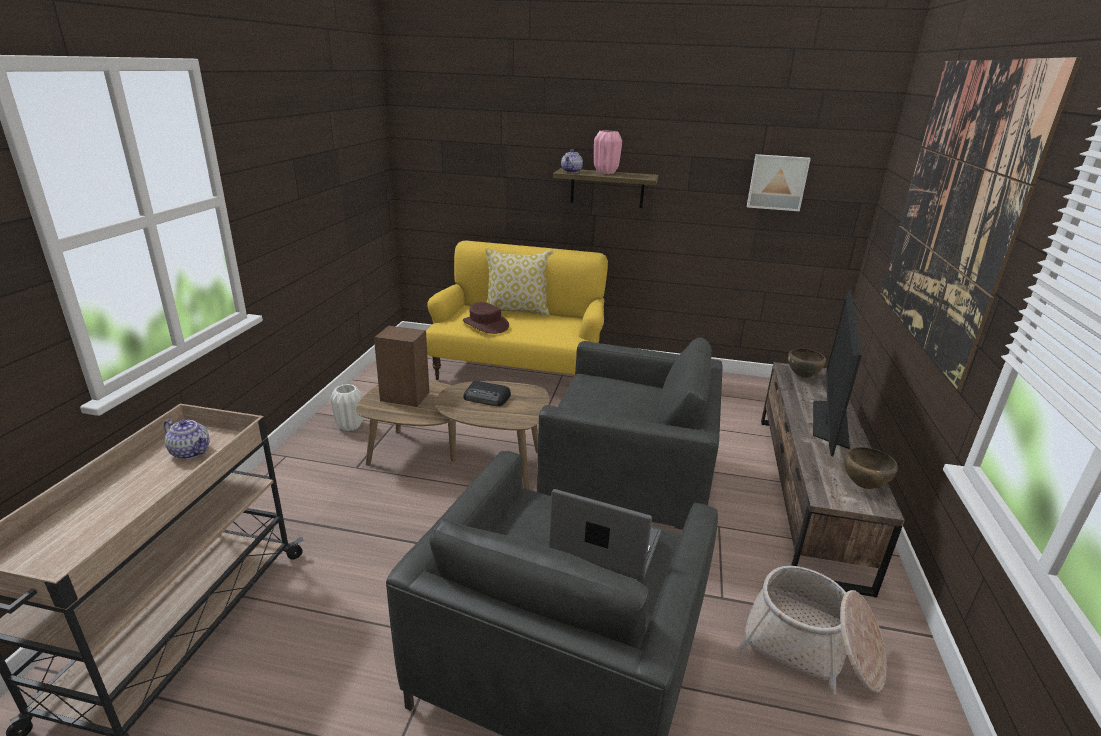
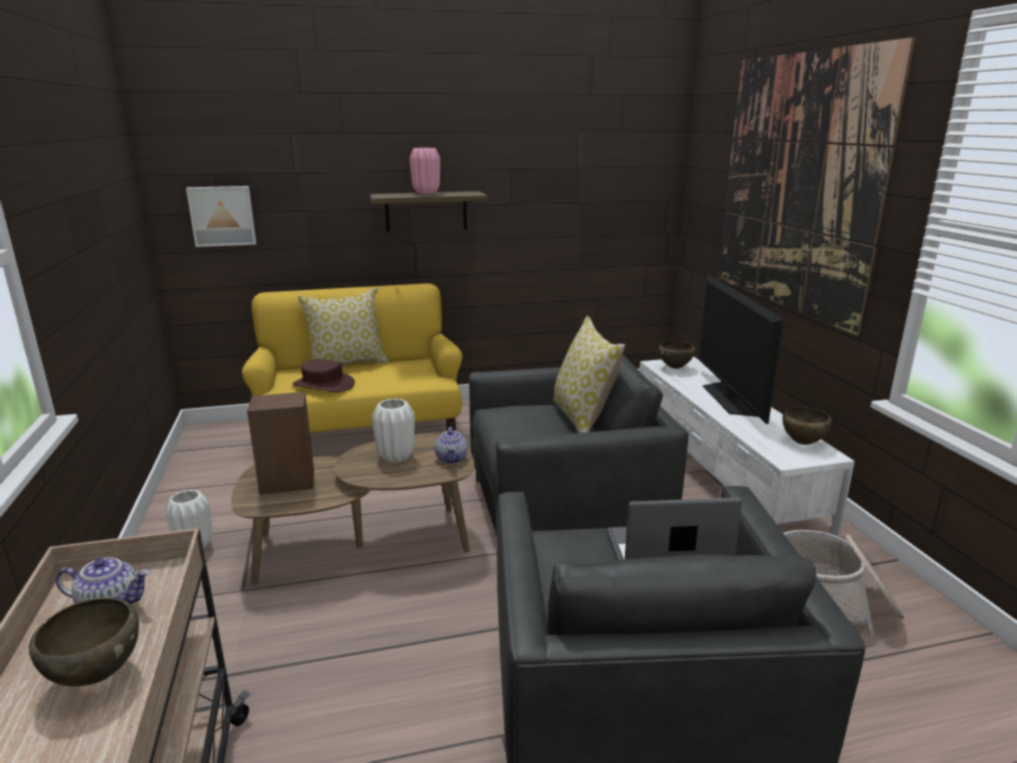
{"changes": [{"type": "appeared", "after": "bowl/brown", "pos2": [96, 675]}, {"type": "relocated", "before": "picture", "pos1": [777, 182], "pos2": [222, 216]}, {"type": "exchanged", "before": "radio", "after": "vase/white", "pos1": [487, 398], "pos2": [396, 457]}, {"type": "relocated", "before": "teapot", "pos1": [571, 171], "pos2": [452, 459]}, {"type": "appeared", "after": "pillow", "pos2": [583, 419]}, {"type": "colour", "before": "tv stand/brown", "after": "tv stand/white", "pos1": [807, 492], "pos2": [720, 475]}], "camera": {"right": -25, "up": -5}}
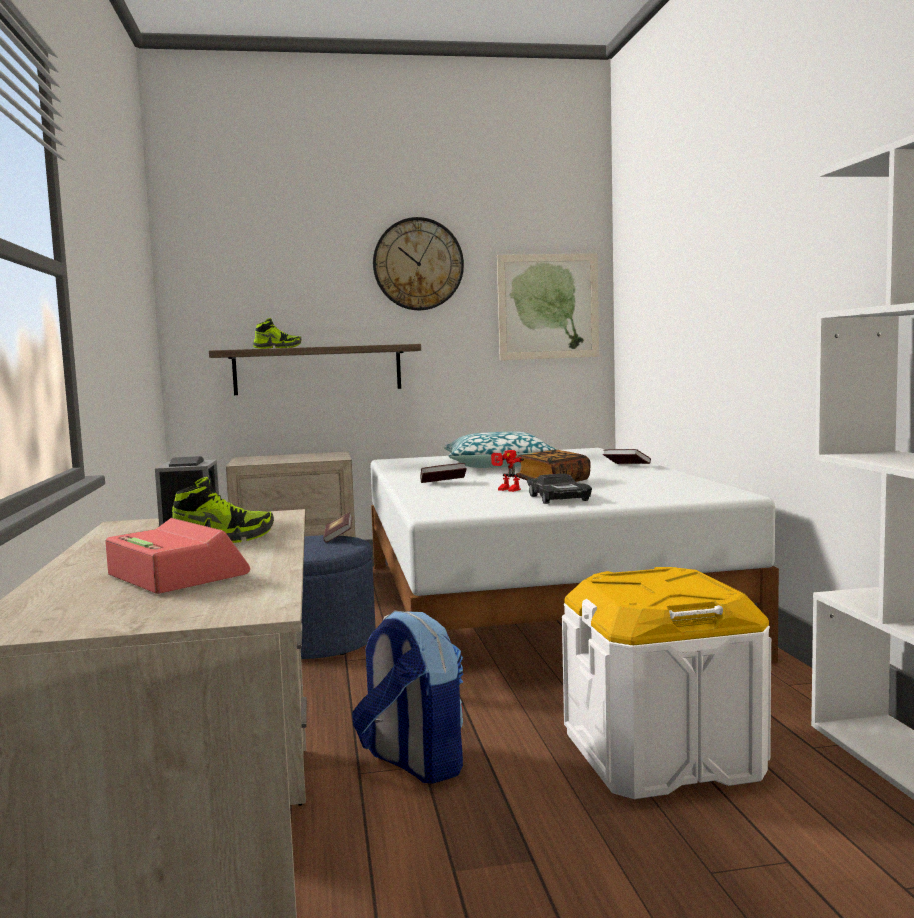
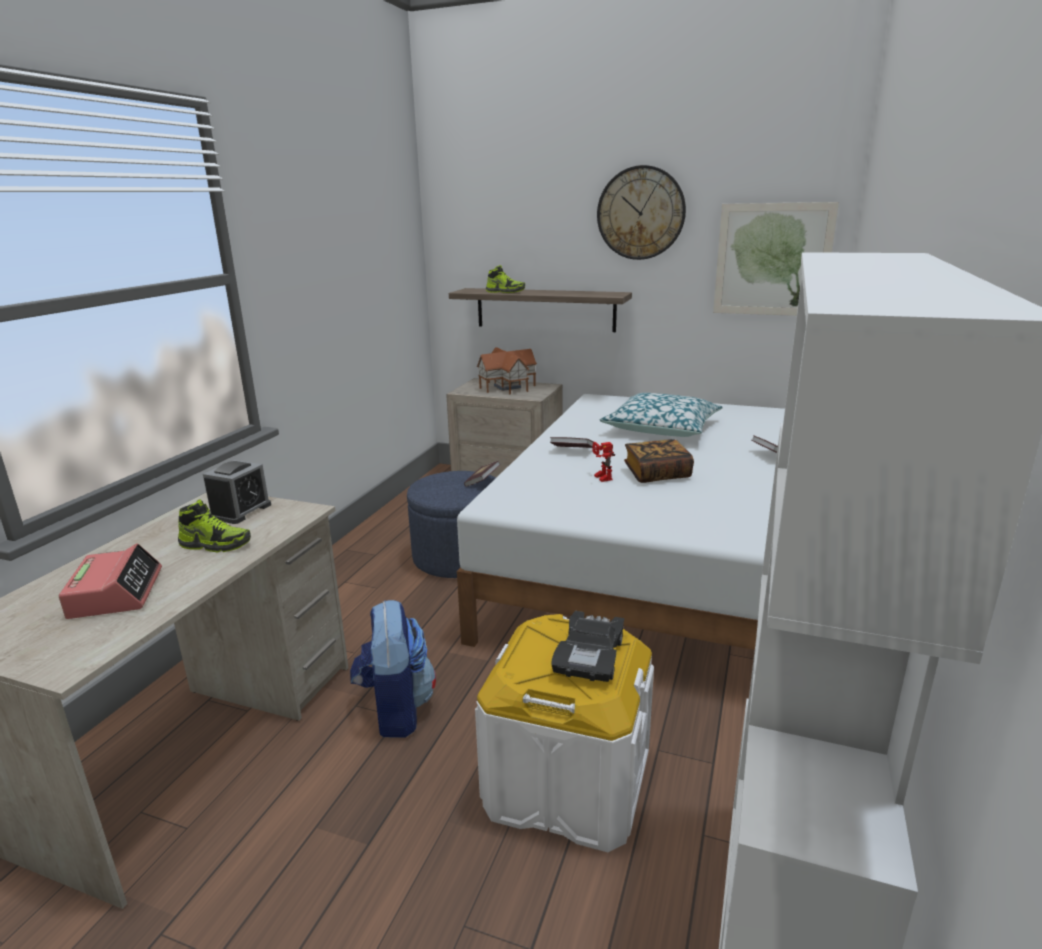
{"changes": [{"type": "appeared", "after": "toy house", "pos2": [506, 387]}, {"type": "relocated", "before": "toy car/black", "pos1": [558, 498], "pos2": [590, 656]}], "camera": {"right": 30, "up": 15}}
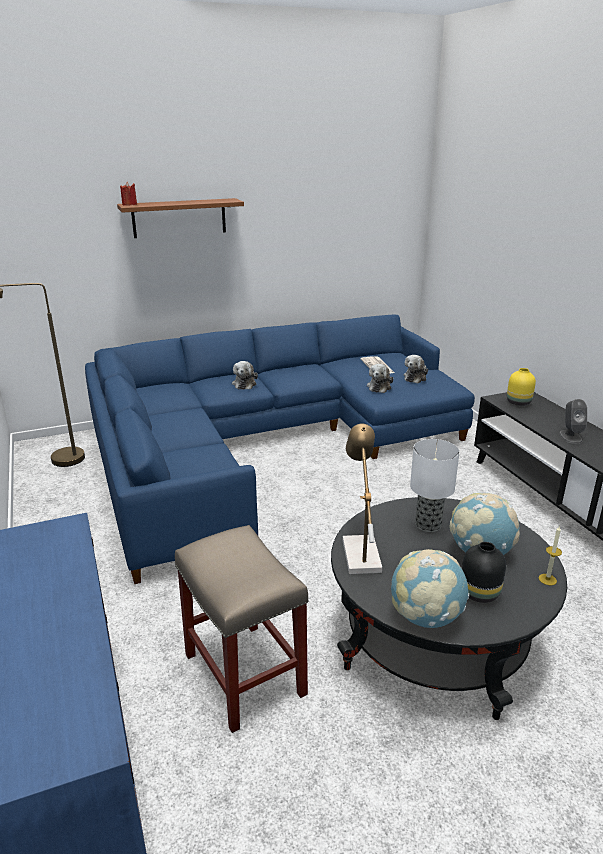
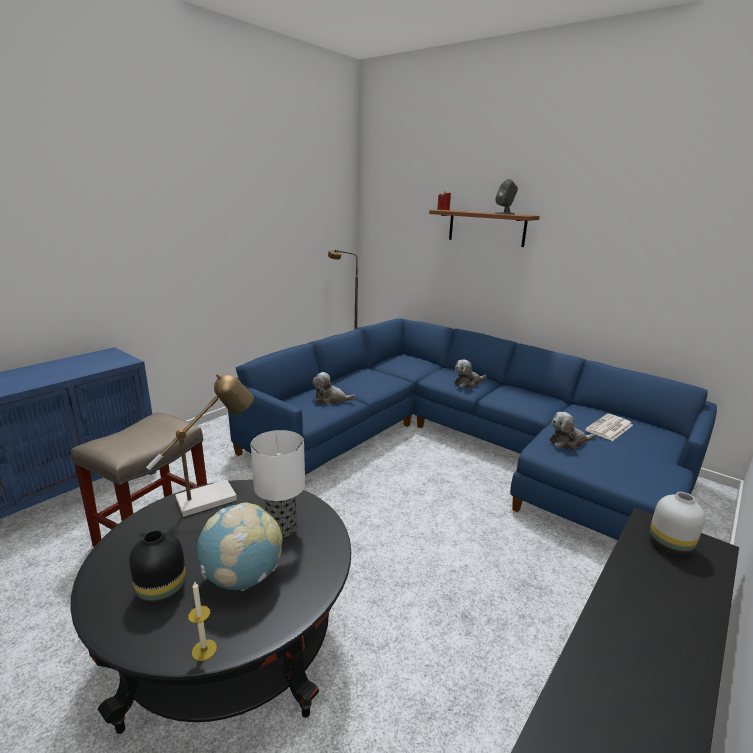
{"changes": [{"type": "relocated", "before": "plush toy", "pos1": [416, 377], "pos2": [330, 399]}, {"type": "relocated", "before": "speaker/grey", "pos1": [570, 437], "pos2": [504, 213]}, {"type": "colour", "before": "vase/yellow", "after": "vase/white", "pos1": [519, 403], "pos2": [669, 545]}, {"type": "missing", "before": "globe", "pos1": [425, 617]}], "camera": {"right": 60, "up": -5}}
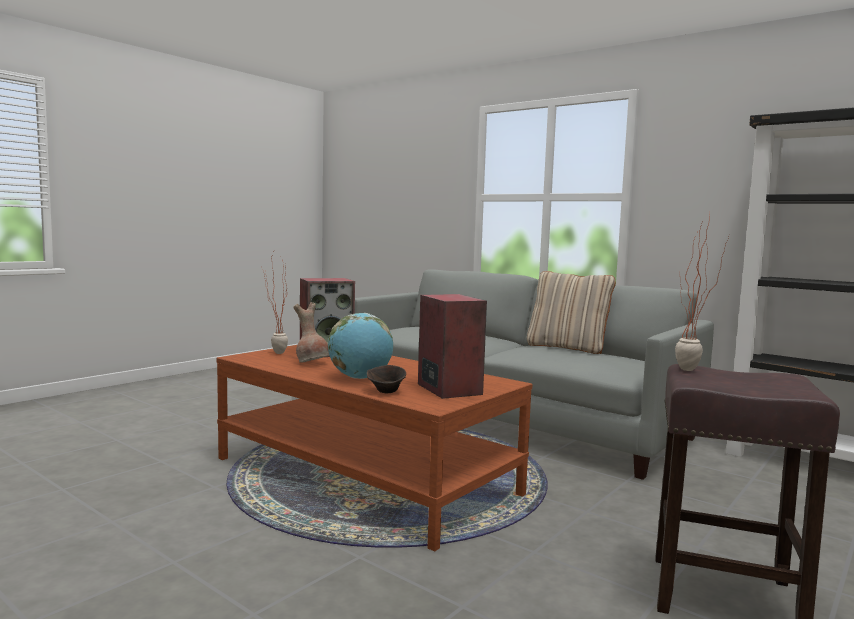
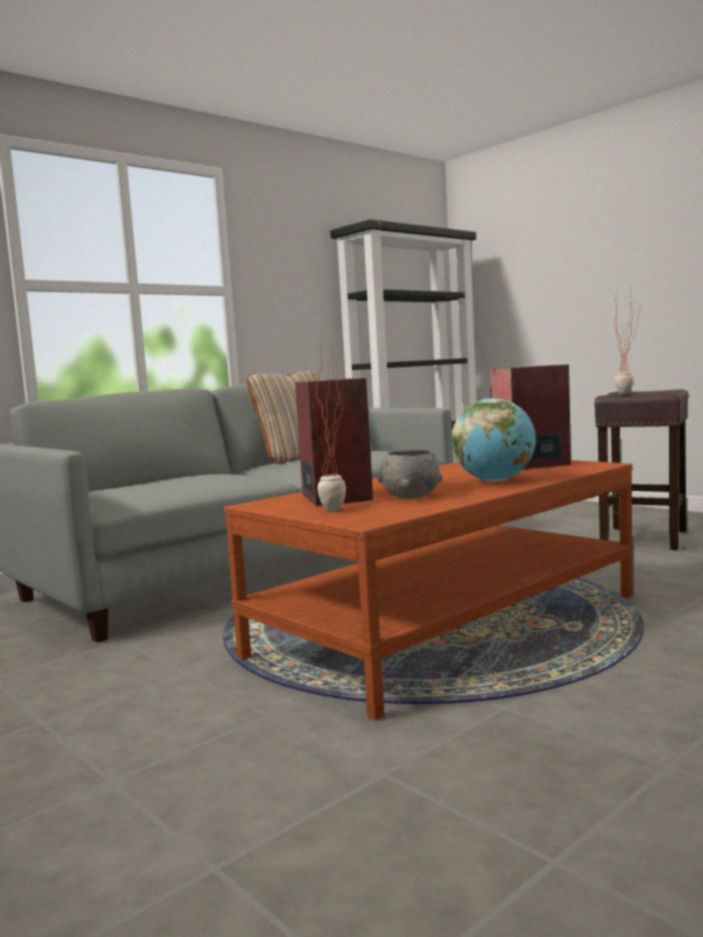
{"changes": [{"type": "exchanged", "before": "vase/brown", "after": "bowl/grey", "pos1": [312, 363], "pos2": [410, 496]}, {"type": "missing", "before": "bowl/brown", "pos1": [386, 391]}], "camera": {"right": -80, "up": 0}}
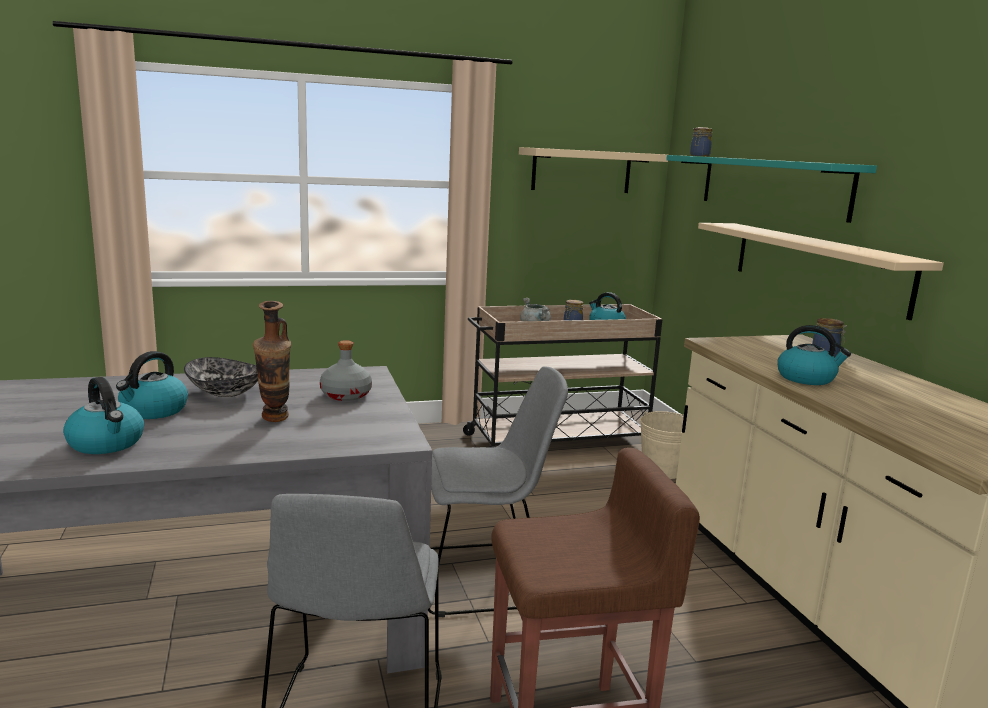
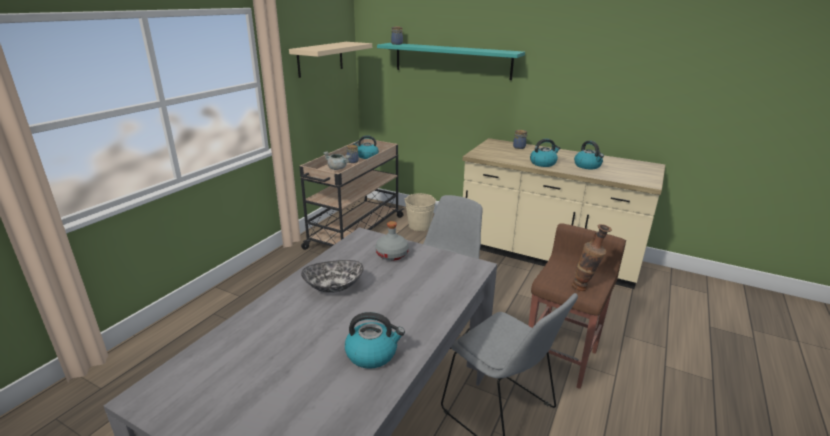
{"changes": [{"type": "relocated", "before": "vase", "pos1": [274, 421], "pos2": [584, 289]}, {"type": "relocated", "before": "kettle", "pos1": [153, 411], "pos2": [587, 166]}, {"type": "missing", "before": "shelf/beige", "pos1": [816, 265]}], "camera": {"right": -45, "up": 10}}
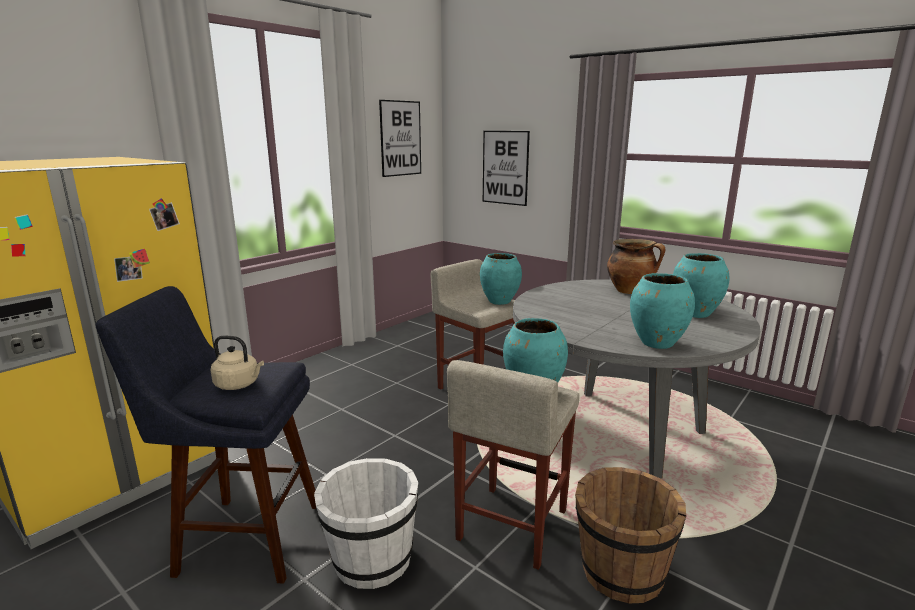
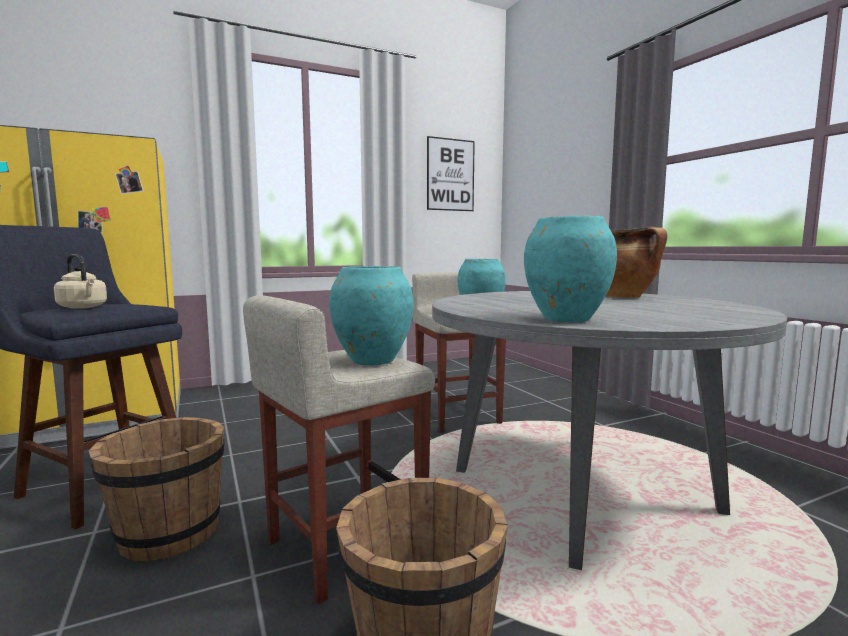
{"changes": [{"type": "colour", "before": "bucket/white", "after": "bucket/brown", "pos1": [371, 560], "pos2": [168, 534]}, {"type": "missing", "before": "picture", "pos1": [505, 167]}, {"type": "missing", "before": "vase/turquoise", "pos1": [695, 314]}], "camera": {"right": 25, "up": -10}}
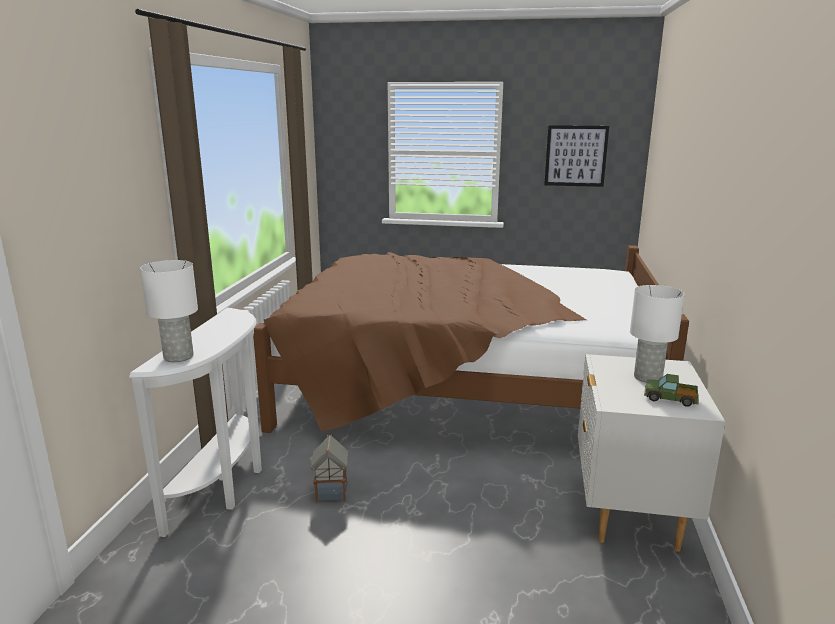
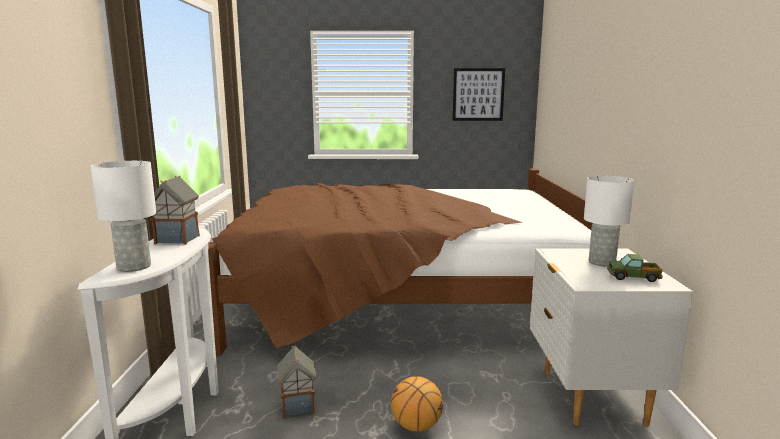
{"changes": [{"type": "appeared", "after": "toy house", "pos2": [177, 239]}, {"type": "appeared", "after": "basketball", "pos2": [416, 426]}], "camera": {"right": -10, "up": -5}}
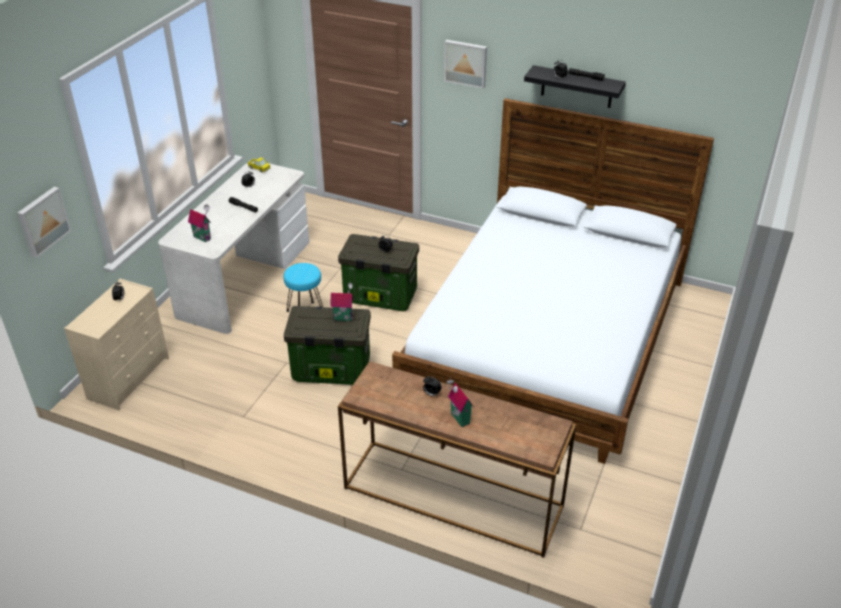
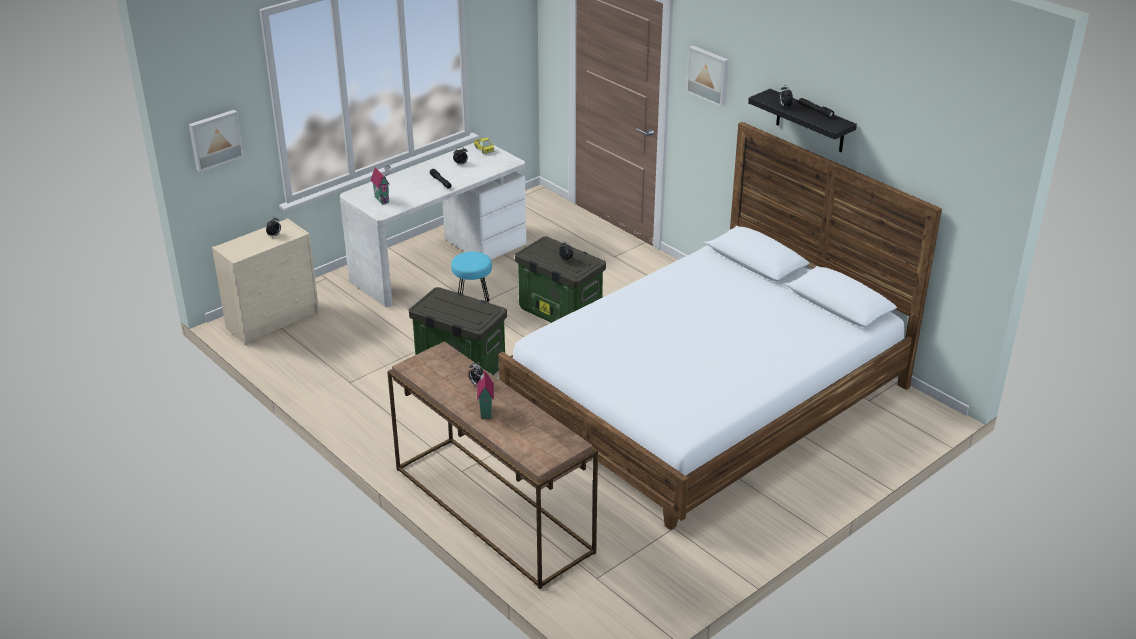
{"changes": [{"type": "missing", "before": "toy house", "pos1": [343, 317]}], "camera": {"right": 25, "up": -5}}
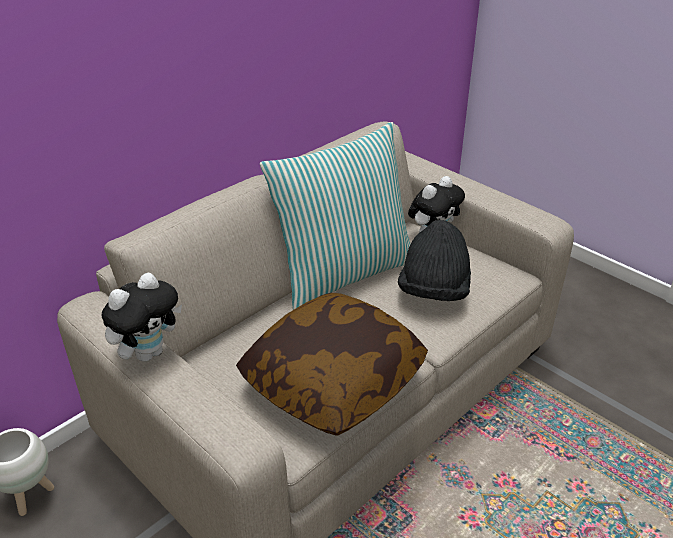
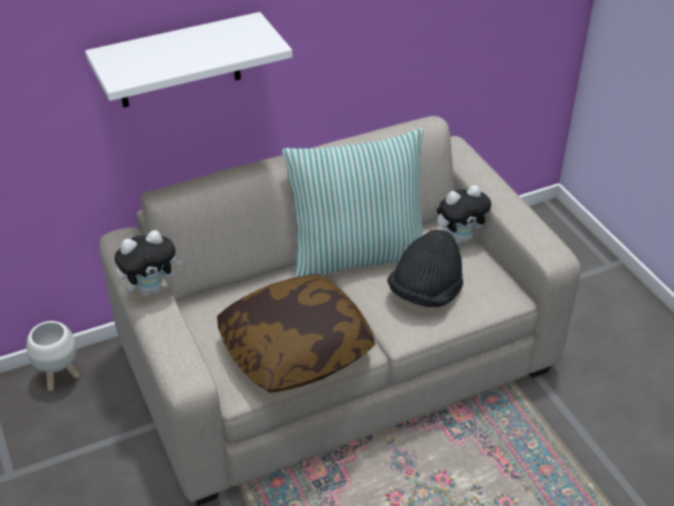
{"changes": [{"type": "appeared", "after": "shelf/white", "pos2": [178, 61]}], "camera": {"right": 20, "up": 5}}
